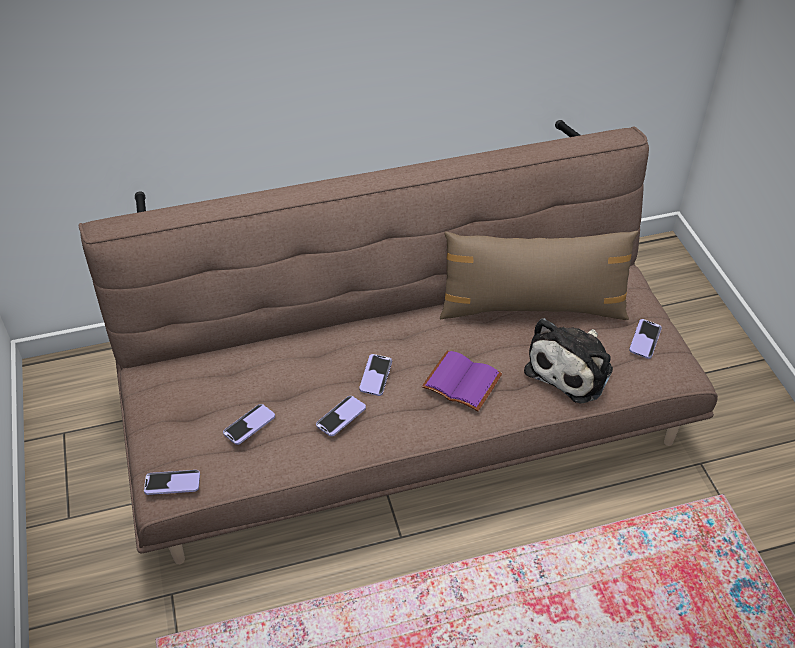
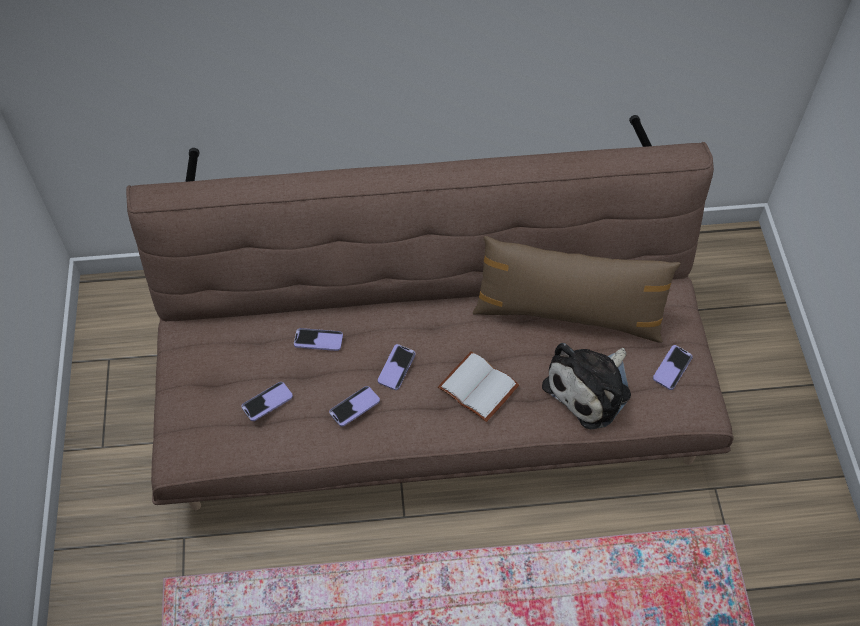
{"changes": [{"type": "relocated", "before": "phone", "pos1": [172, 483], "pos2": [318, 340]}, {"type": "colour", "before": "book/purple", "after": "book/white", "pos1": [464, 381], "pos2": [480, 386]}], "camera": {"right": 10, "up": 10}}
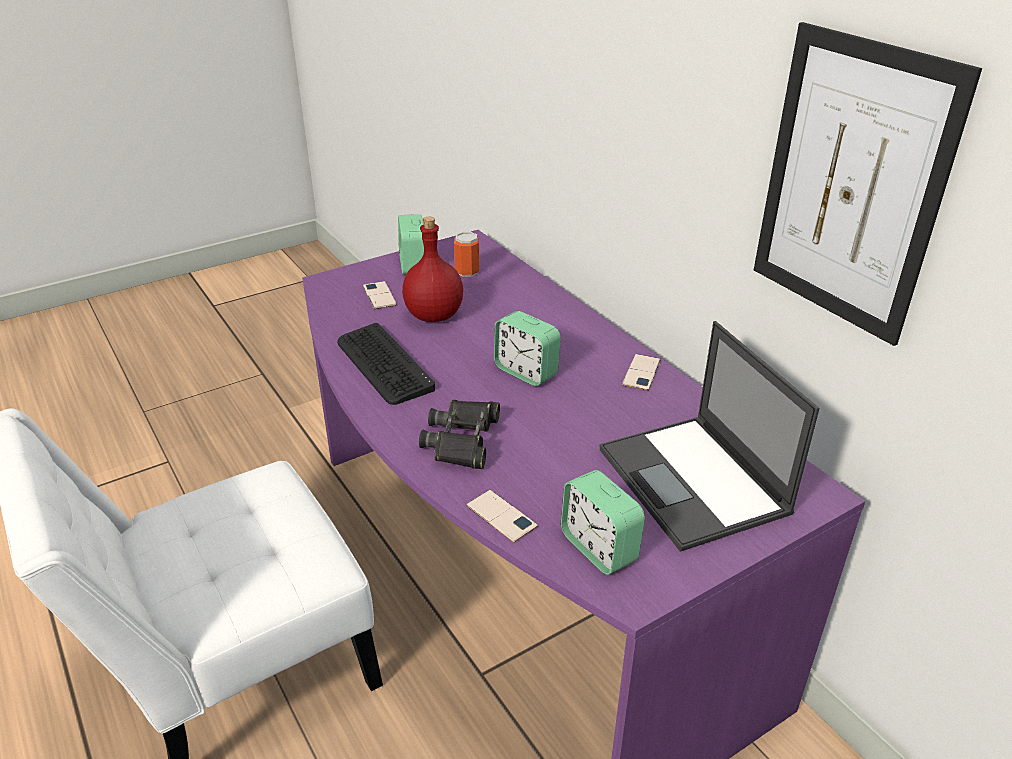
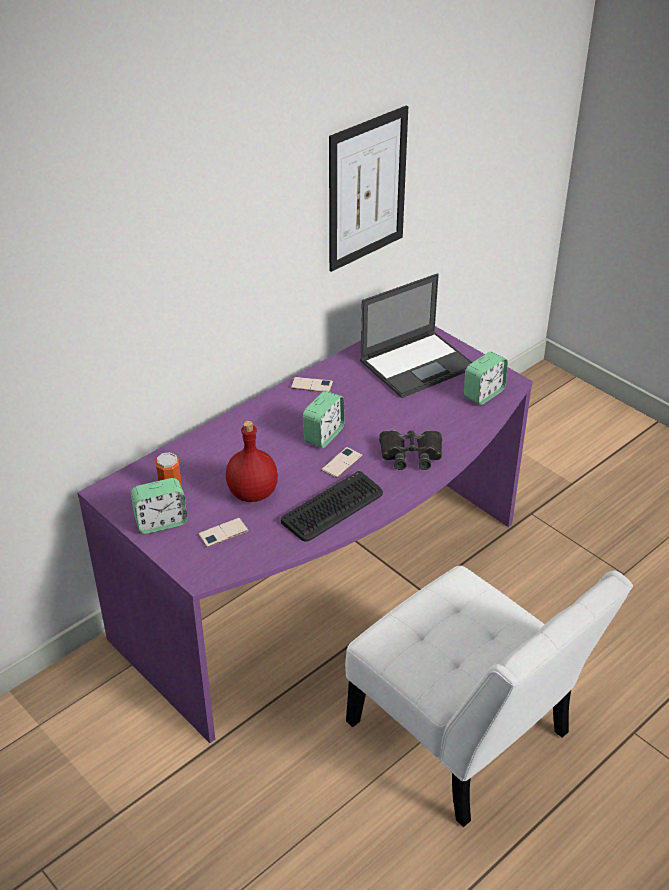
{"changes": [{"type": "relocated", "before": "phone", "pos1": [501, 516], "pos2": [341, 463]}], "camera": {"right": -100, "up": 5}}
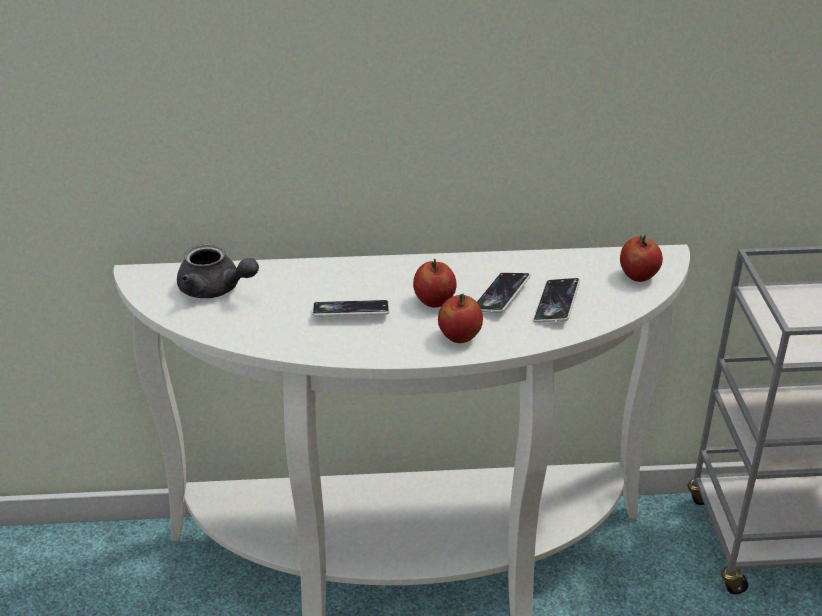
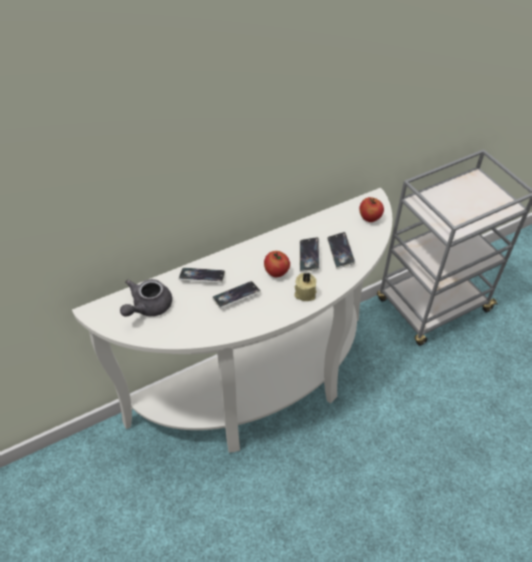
{"changes": [{"type": "spun", "before": "teapot/grey", "pos1": [216, 290], "pos2": [148, 307], "turn": 120}, {"type": "appeared", "after": "phone", "pos2": [202, 277]}, {"type": "exchanged", "before": "apple", "after": "candle/beige", "pos1": [459, 337], "pos2": [304, 292]}], "camera": {"right": -25, "up": 15}}
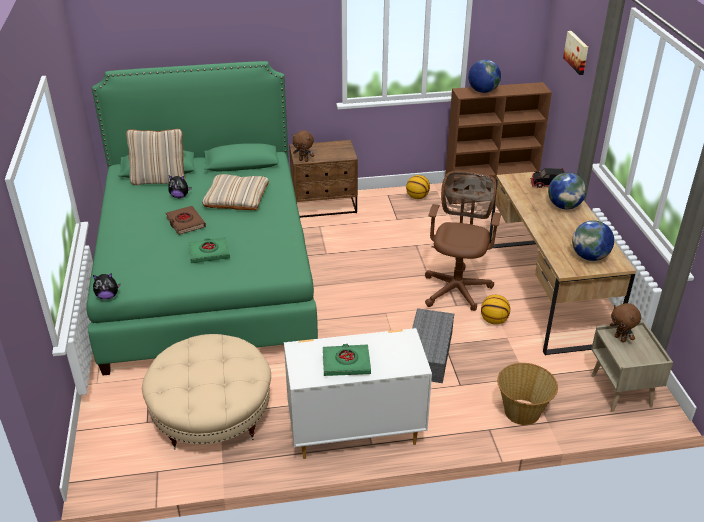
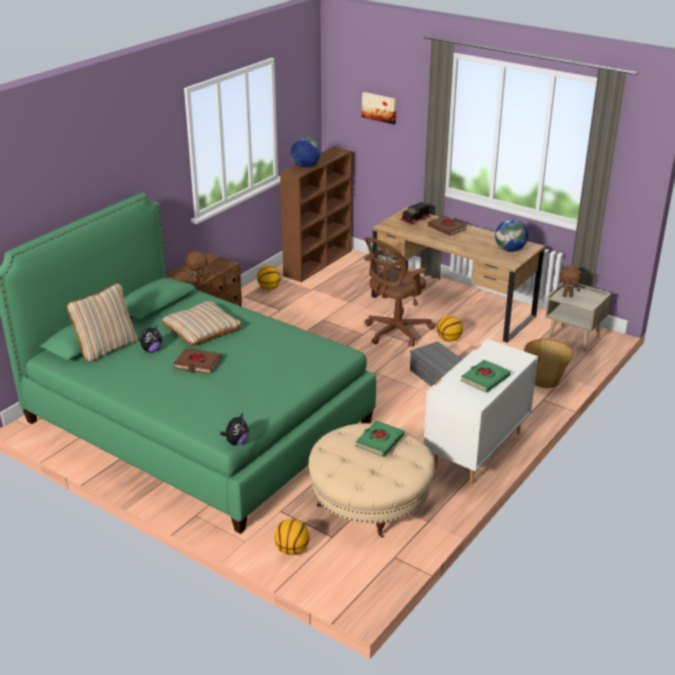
{"changes": [{"type": "appeared", "after": "basketball", "pos2": [292, 550]}, {"type": "relocated", "before": "book/green", "pos1": [209, 253], "pos2": [379, 441]}, {"type": "spun", "before": "office chair/brown", "pos1": [457, 288], "pos2": [395, 332], "turn": -105}, {"type": "exchanged", "before": "globe", "after": "book/brown", "pos1": [564, 206], "pos2": [447, 228]}], "camera": {"right": -45, "up": -5}}
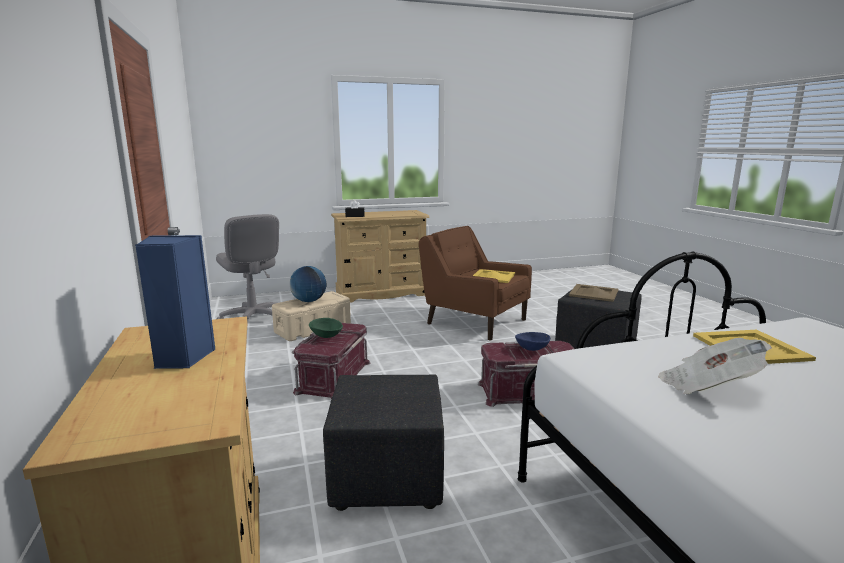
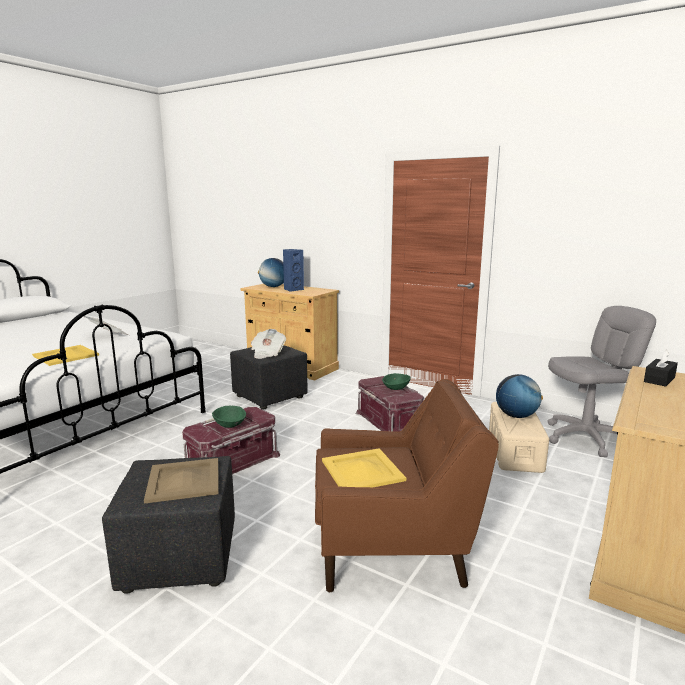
{"changes": [{"type": "colour", "before": "bowl/blue", "after": "bowl/green", "pos1": [531, 349], "pos2": [230, 425]}, {"type": "appeared", "after": "newspaper", "pos2": [267, 353]}, {"type": "appeared", "after": "globe", "pos2": [273, 286]}, {"type": "spun", "before": "office chair/grey", "pos1": [253, 319], "pos2": [586, 438], "turn": 150}], "camera": {"right": 140, "up": 0}}
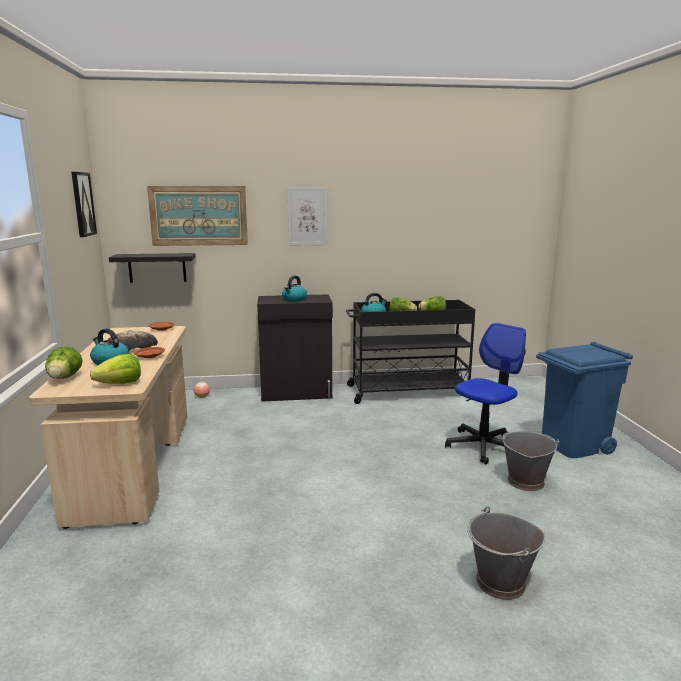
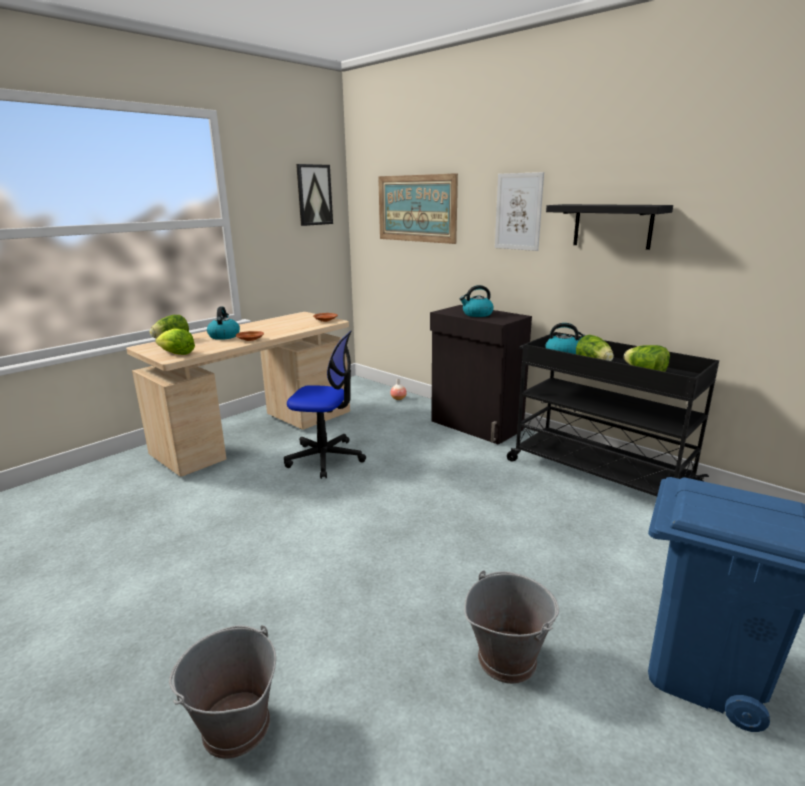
{"changes": [{"type": "relocated", "before": "office chair", "pos1": [483, 446], "pos2": [325, 458]}, {"type": "relocated", "before": "shelf/black", "pos1": [157, 267], "pos2": [612, 226]}, {"type": "missing", "before": "bread", "pos1": [132, 346]}], "camera": {"right": 50, "up": 5}}
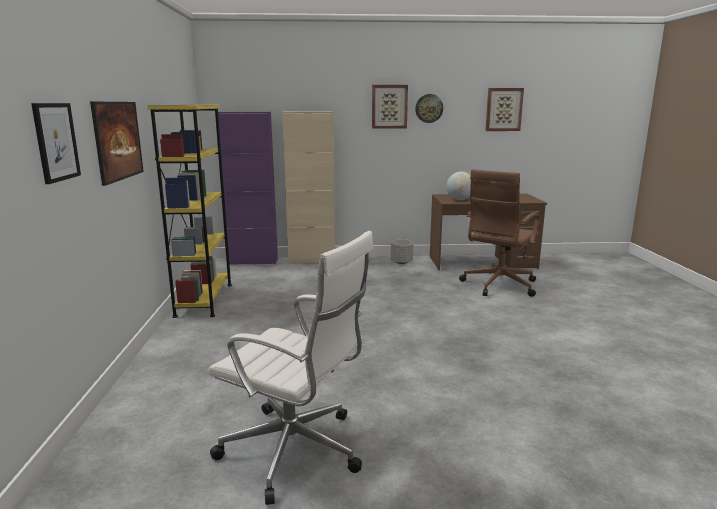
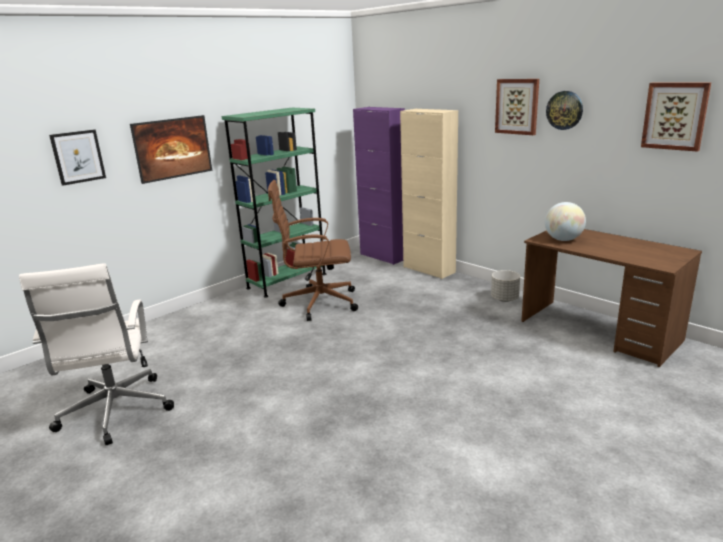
{"changes": [{"type": "colour", "before": "bookcase/yellow", "after": "bookcase/green", "pos1": [204, 300], "pos2": [287, 281]}, {"type": "relocated", "before": "office chair/brown", "pos1": [498, 286], "pos2": [318, 303]}], "camera": {"right": 50, "up": 5}}
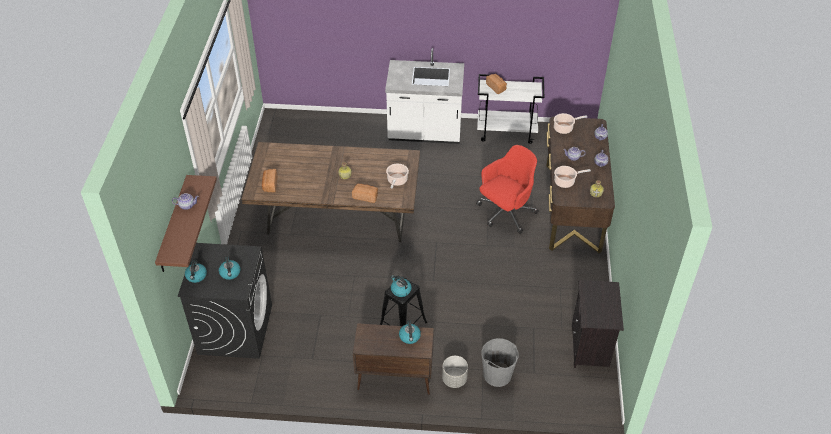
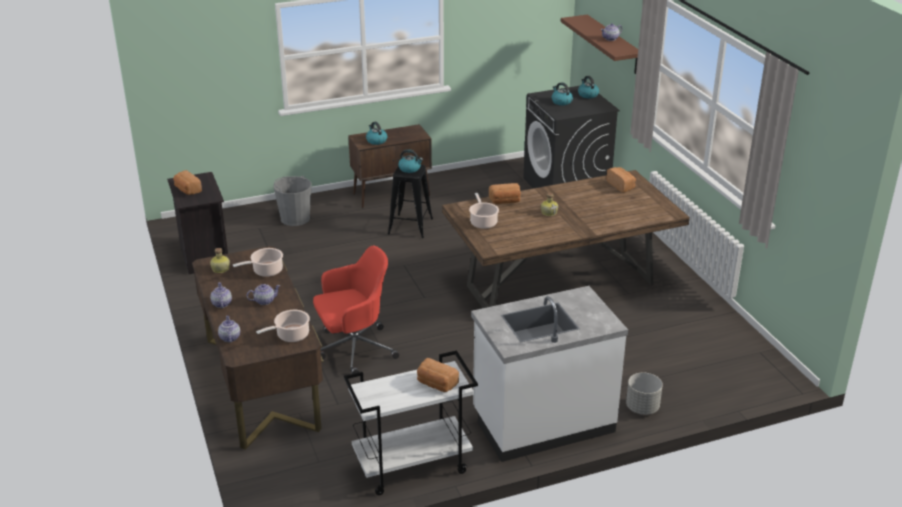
{"changes": [{"type": "appeared", "after": "bread", "pos2": [187, 190]}, {"type": "spun", "before": "office chair/red", "pos1": [505, 213], "pos2": [354, 349], "turn": -135}, {"type": "relocated", "before": "planter/grey", "pos1": [454, 379], "pos2": [642, 407]}], "camera": {"right": 155, "up": -15}}
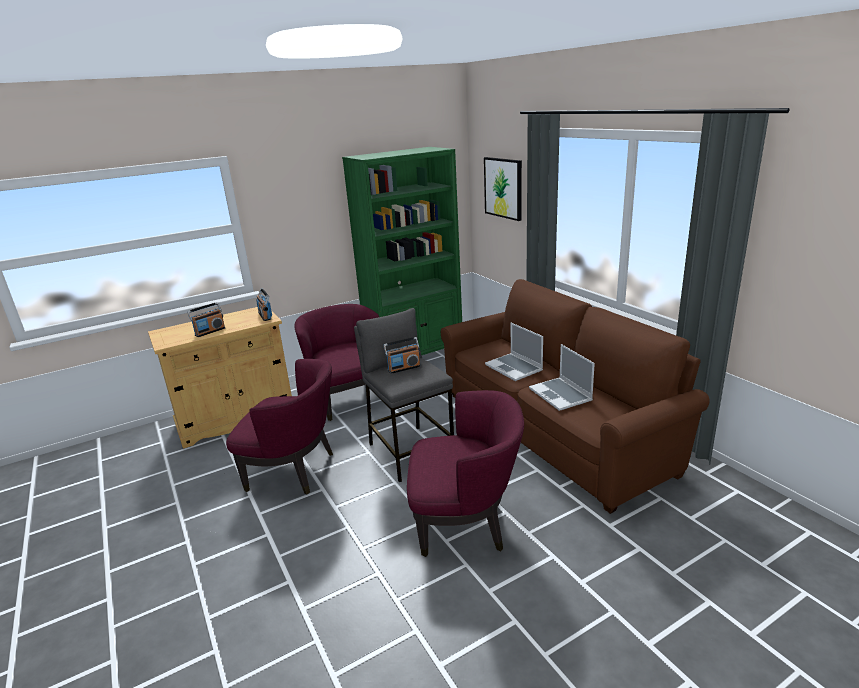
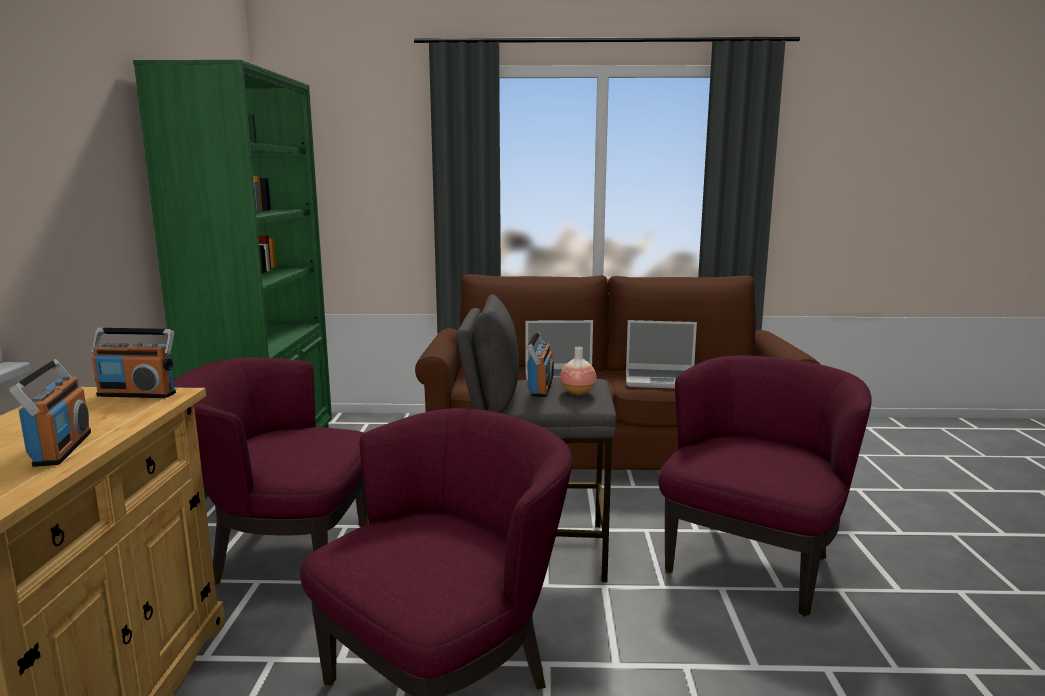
{"changes": [{"type": "appeared", "after": "vase", "pos2": [578, 392]}, {"type": "missing", "before": "picture", "pos1": [503, 188]}], "camera": {"right": -60, "up": -10}}
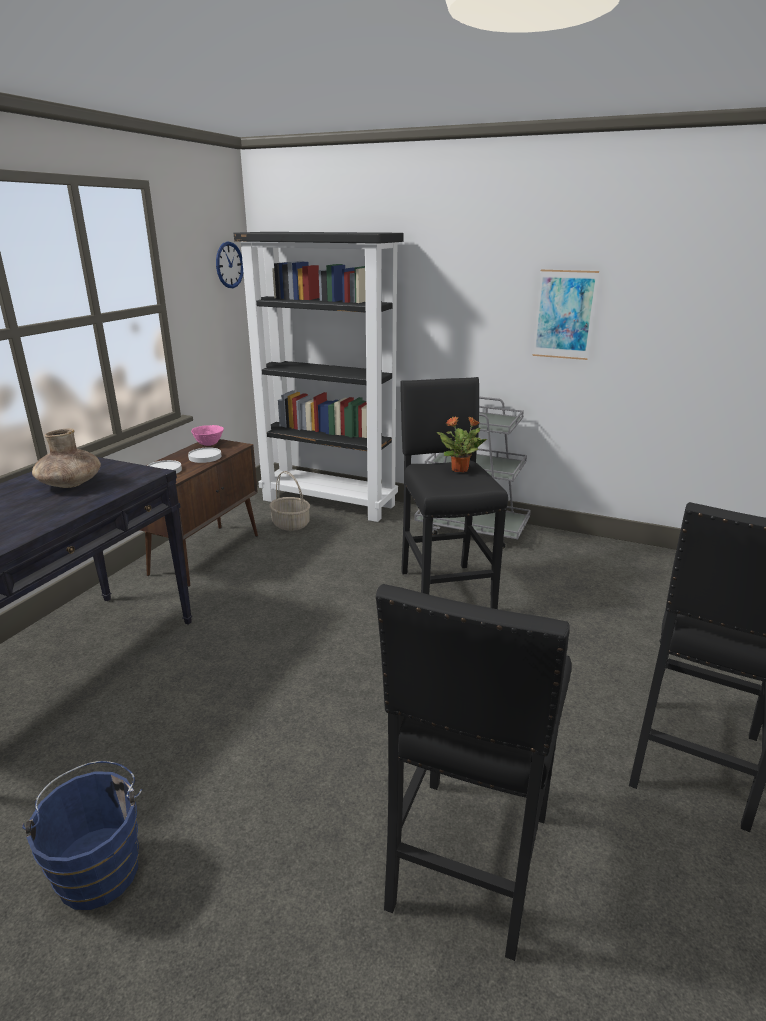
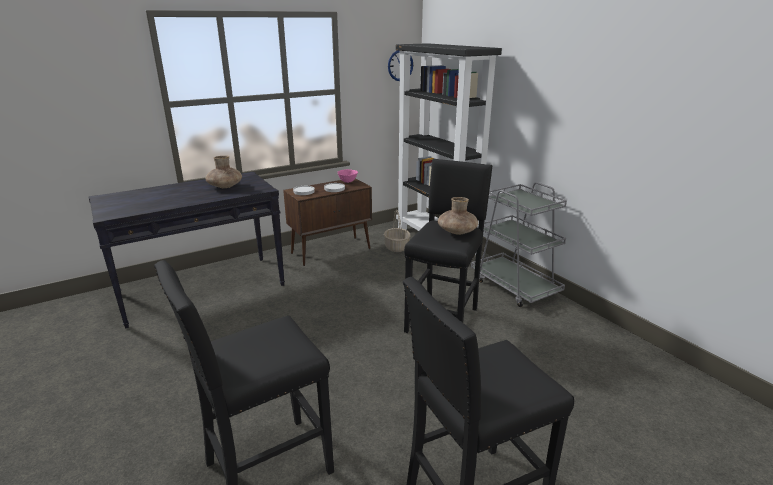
{"changes": [{"type": "exchanged", "before": "potted plant", "after": "vase/brown", "pos1": [460, 470], "pos2": [457, 232]}, {"type": "missing", "before": "bucket/blue", "pos1": [100, 867]}, {"type": "missing", "before": "picture", "pos1": [564, 315]}], "camera": {"right": 35, "up": 0}}
